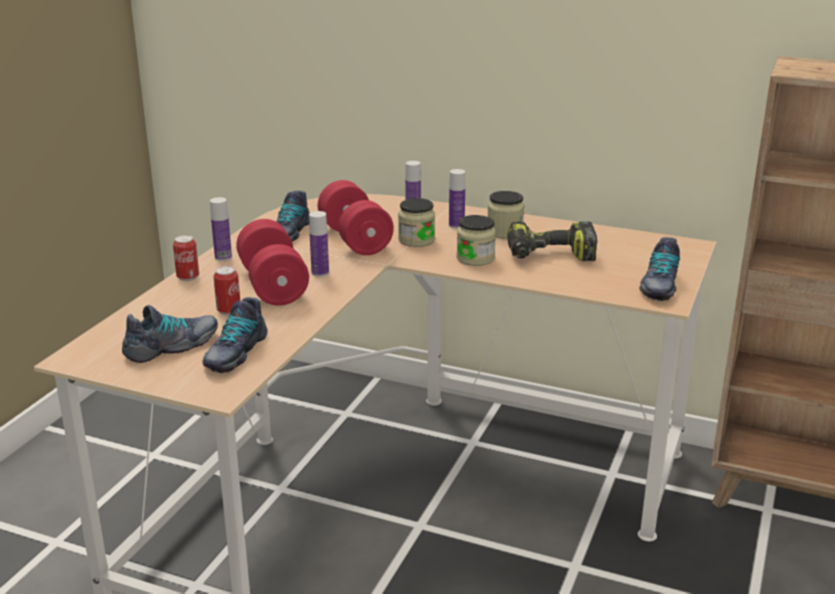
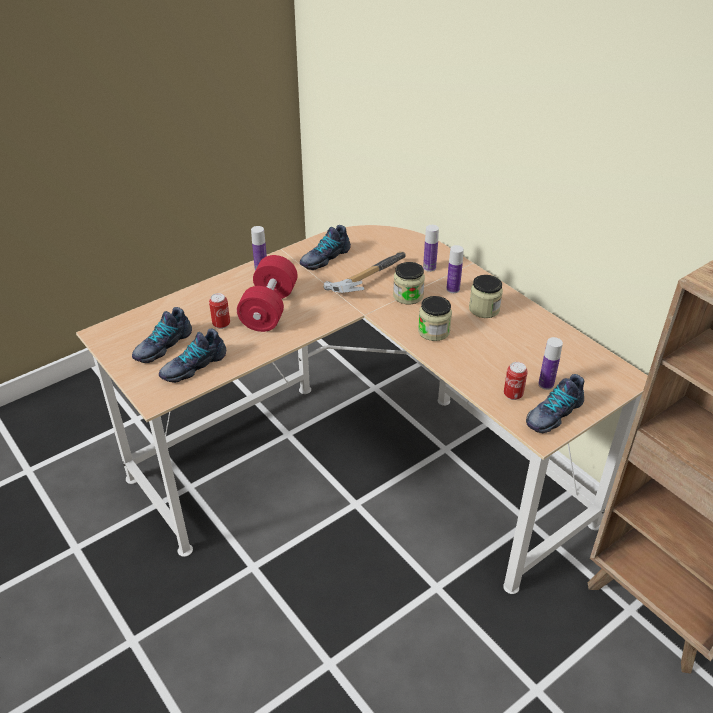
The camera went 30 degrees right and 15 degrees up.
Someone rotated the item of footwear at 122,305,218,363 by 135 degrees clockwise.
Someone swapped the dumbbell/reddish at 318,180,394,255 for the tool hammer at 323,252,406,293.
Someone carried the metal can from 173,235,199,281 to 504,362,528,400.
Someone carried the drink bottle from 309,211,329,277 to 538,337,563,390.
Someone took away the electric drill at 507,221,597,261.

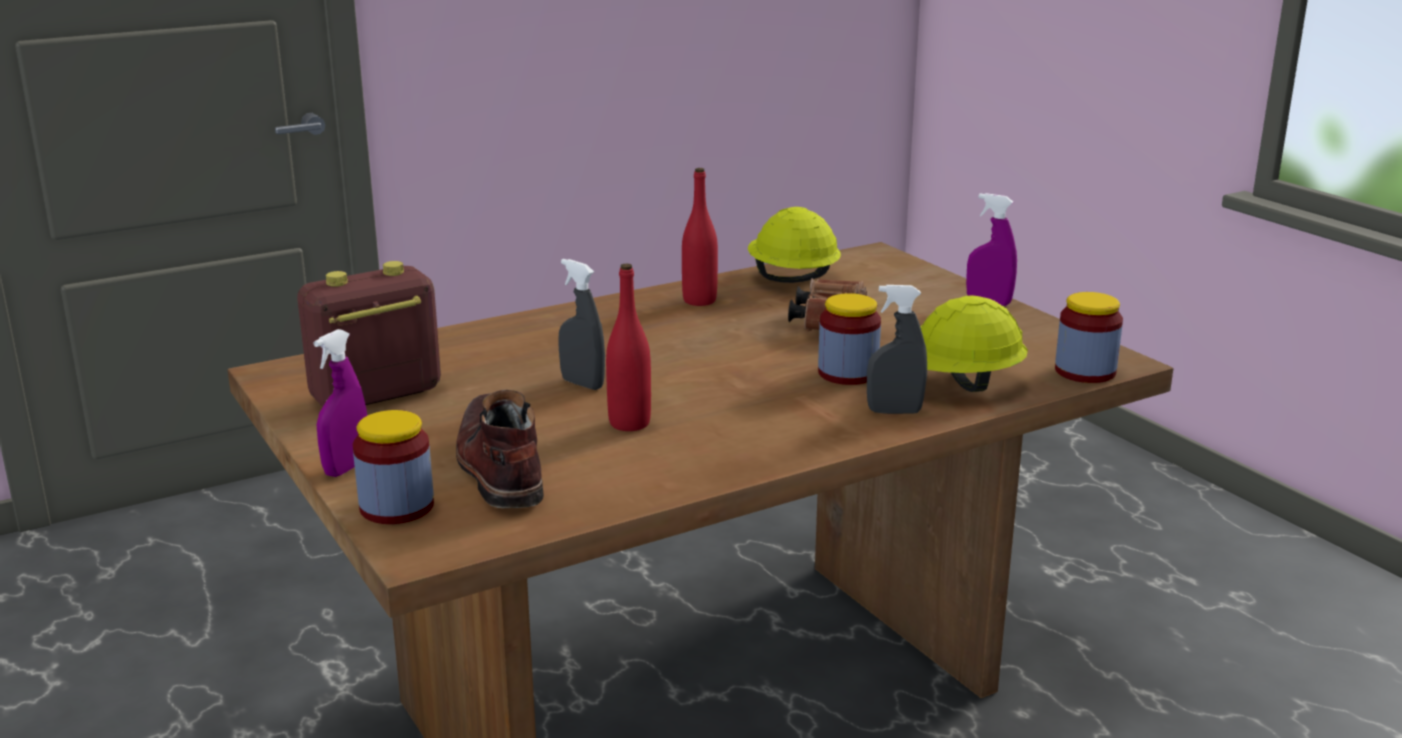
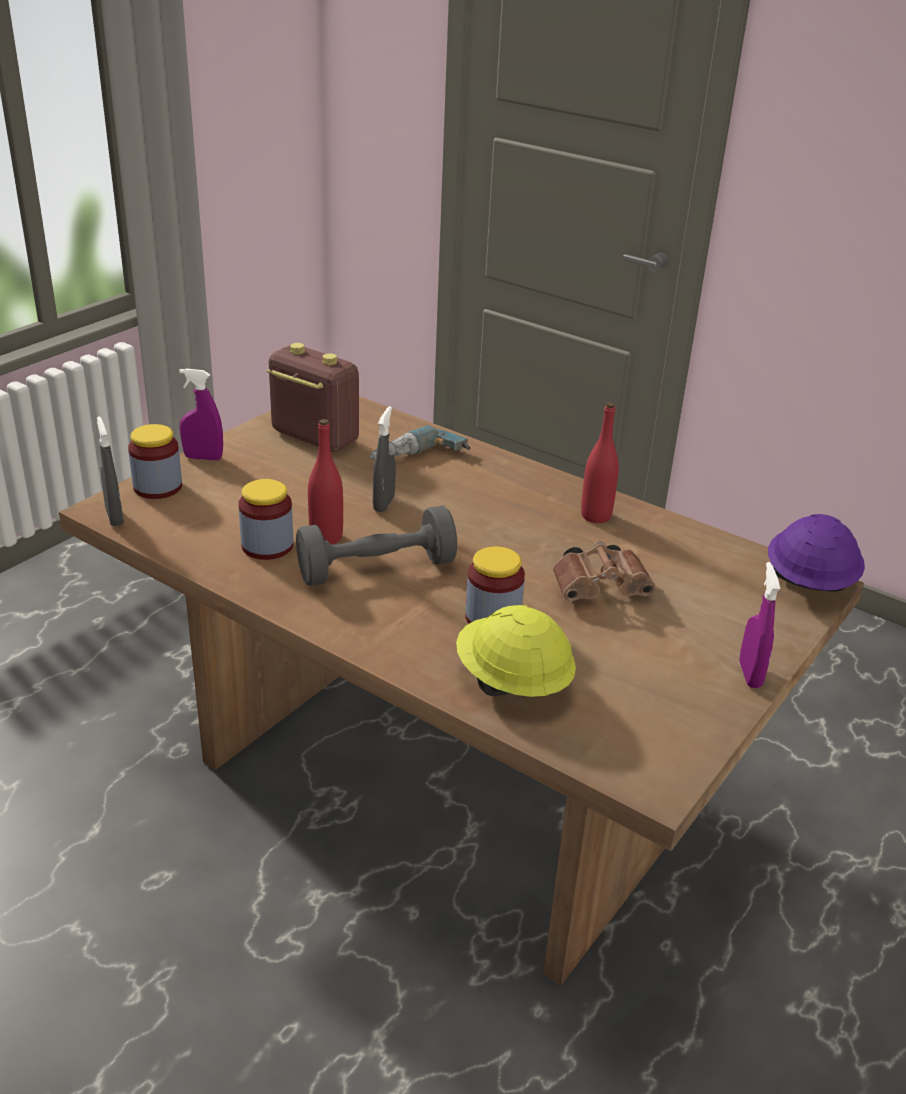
The camera went 65 degrees right and 10 degrees up.
Someone carried the sprayer/greyish from 867,285,927,414 to 97,416,124,527.
Someone carried the preserve jar from 1055,292,1123,383 to 239,479,293,560.
Someone put down the dumbbell/greyish at 296,506,457,586.
Someone put down the electric drill at 369,425,471,460.
Someone put down the hard hat/purple-coloured at 768,514,865,592.
Someone took away the tall boot/brown-coloured at 456,390,544,508.
Someone took away the hard hat/yellowish at 748,207,841,283.

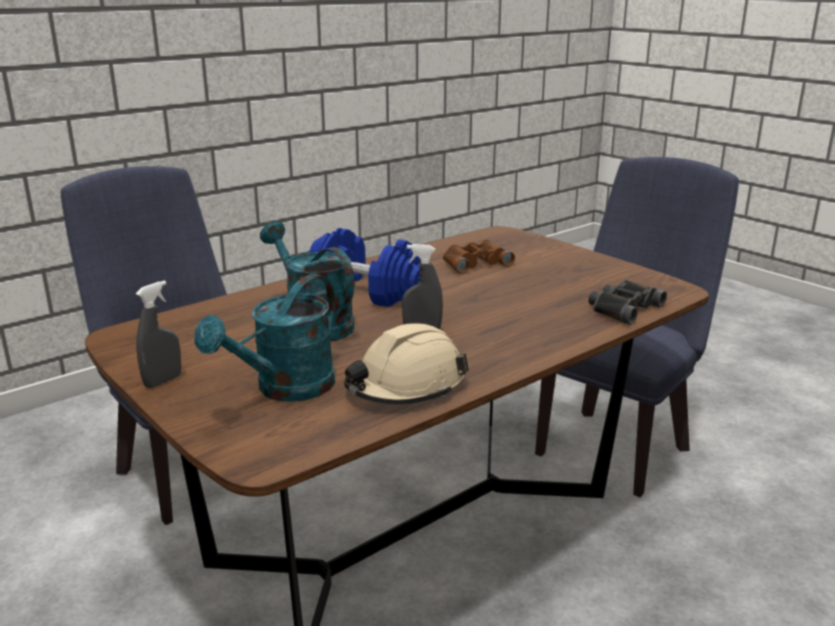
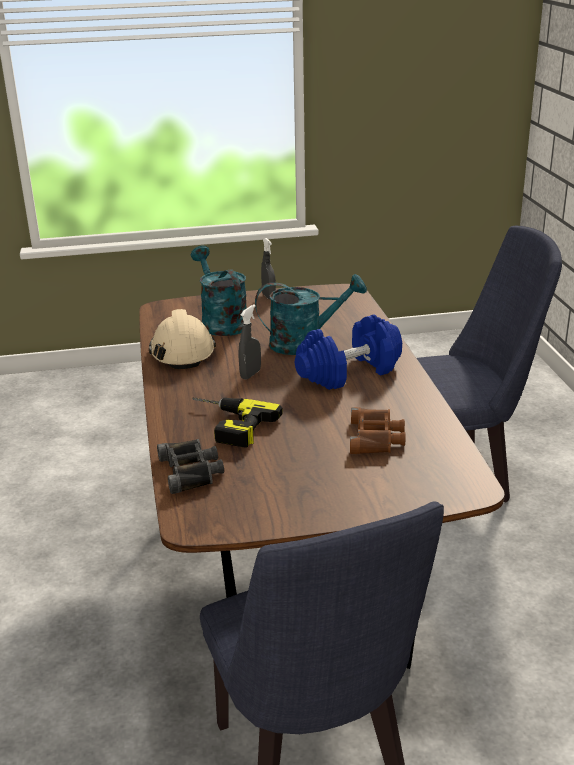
The camera went 120 degrees right and 5 degrees up.
Someone put down the electric drill at 192,397,283,448.

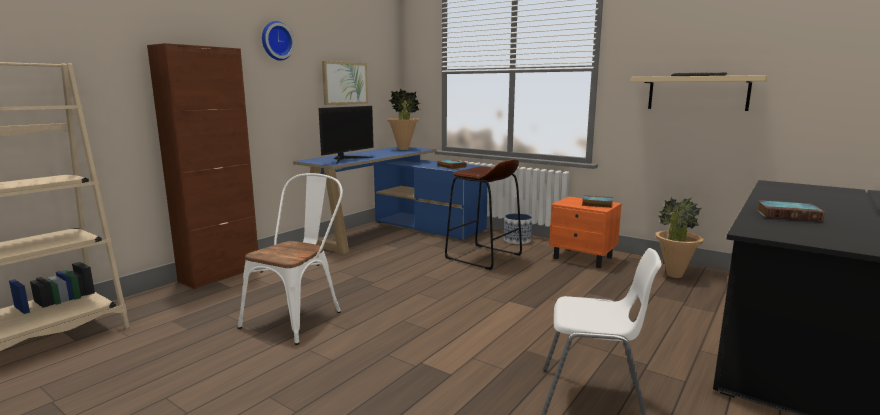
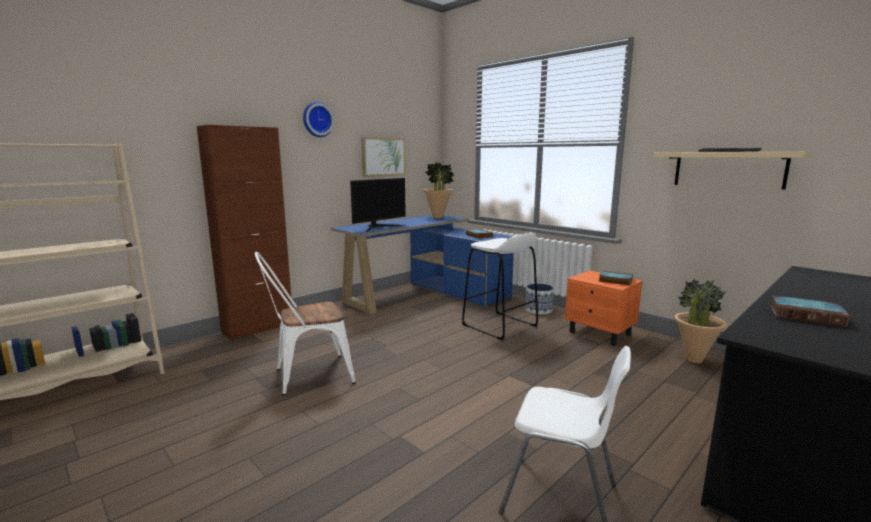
The camera went 10 degrees right and 0 degrees up.
Someone rotated the plain chair/white at 238,173,343,345 by 150 degrees counterclockwise.
Someone repainted the stool/brown-coloured at 445,159,522,270, which became the stool/white at 462,233,538,340.

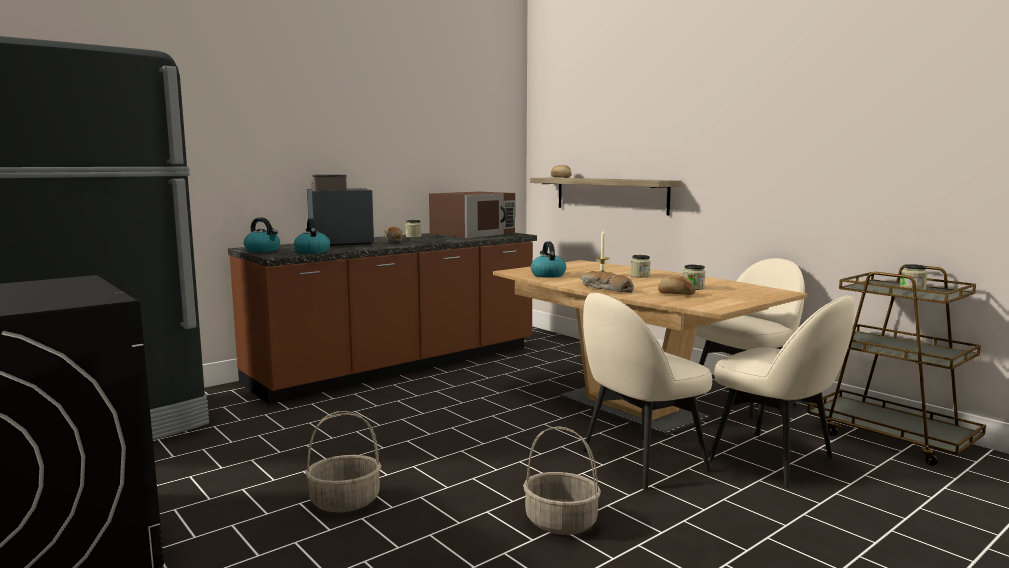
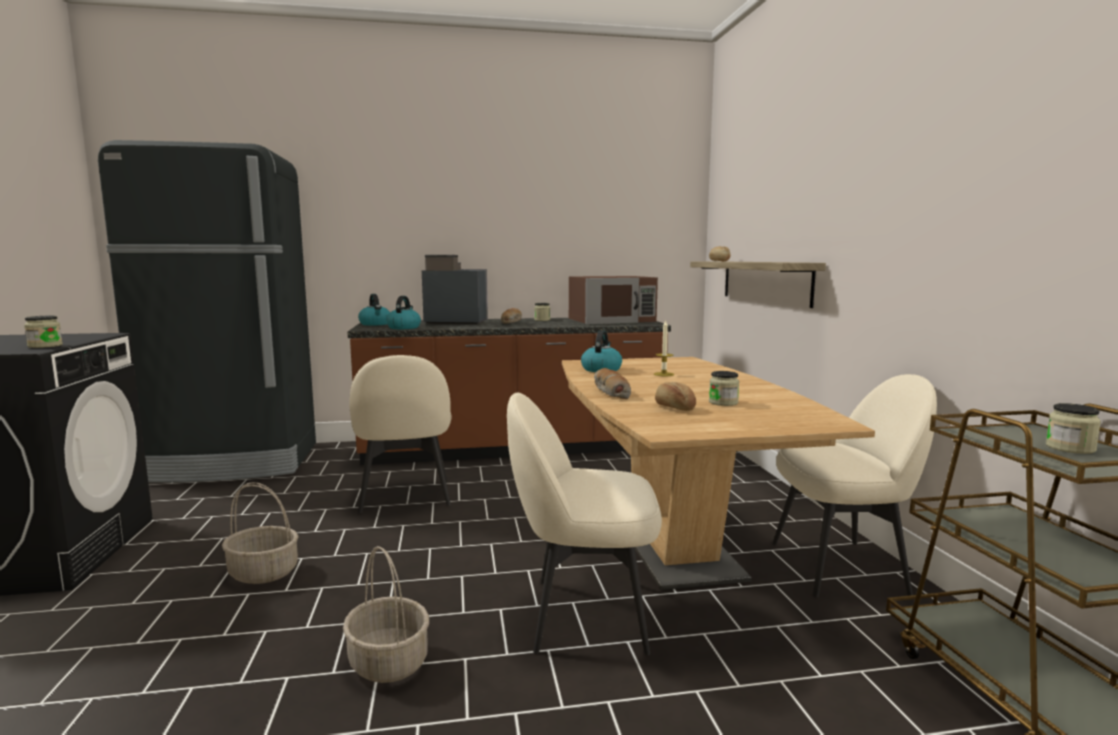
The camera went 30 degrees right and 0 degrees up.
Someone carried the preserve jar from 631,255,651,278 to 24,316,63,348.
Someone carried the plain chair/sand-coloured from 709,295,855,488 to 349,355,452,513.

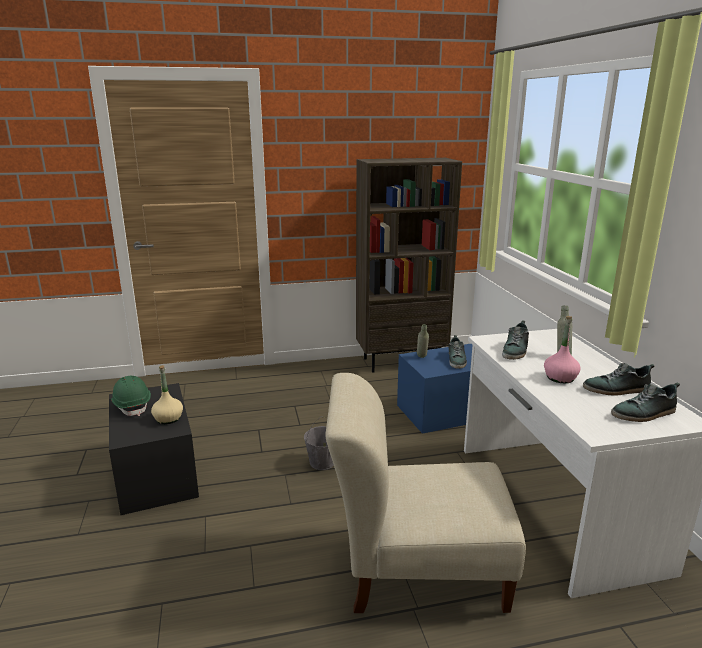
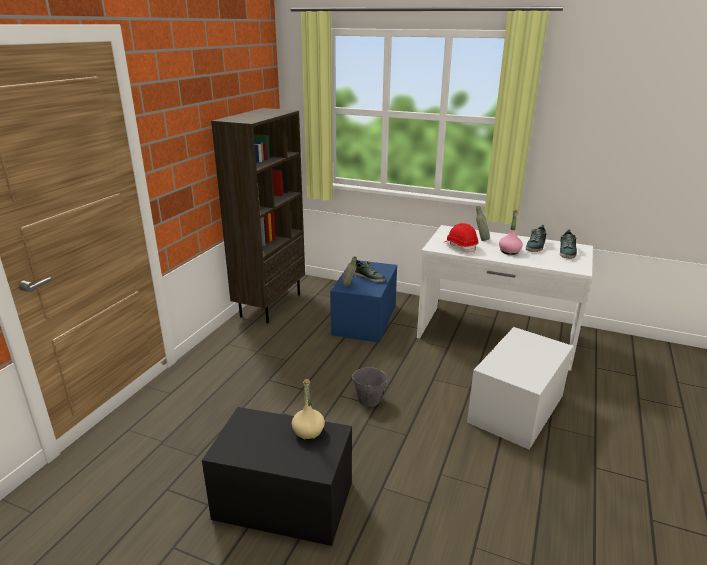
The camera went 55 degrees left and 5 degrees up.
Someone swapped the item of footwear at 502,320,529,360 for the hard hat/reddish at 445,223,479,253.
Someone swapped the plain chair/sand-coloured at 325,373,526,613 for the storage box/white at 467,327,573,449.
Someone took away the hard hat/green at 111,376,151,416.

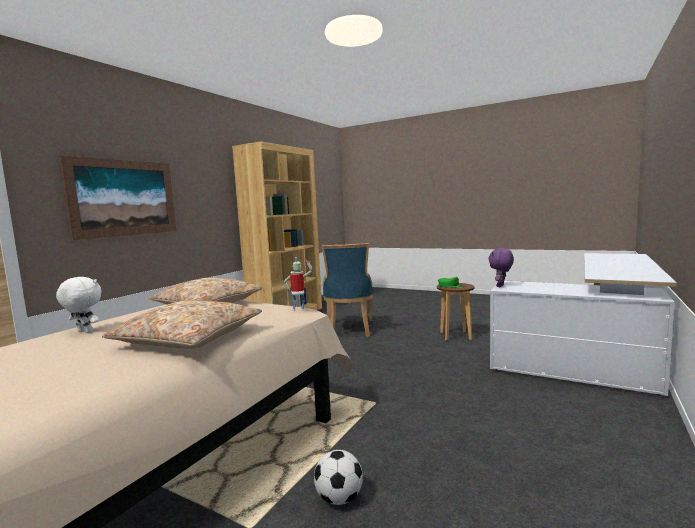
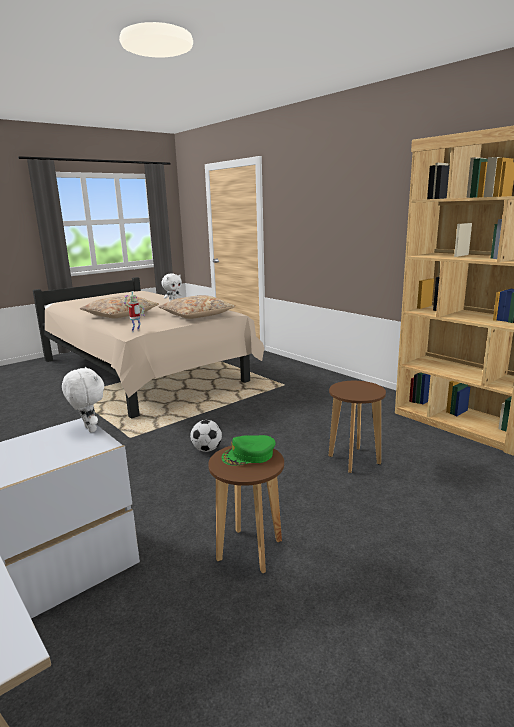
The camera went 110 degrees right and 10 degrees up.
Someone repainted the soft toy/purple-coloured at 488,248,514,287, which became the soft toy/white at 62,367,104,433.
Someone carried the football from 314,450,363,505 to 190,420,222,452.
Someone swapped the plain chair/bluish at 322,243,373,337 for the stool/brown-coloured at 329,381,386,473.
Someone took away the wall picture at 60,156,176,240.

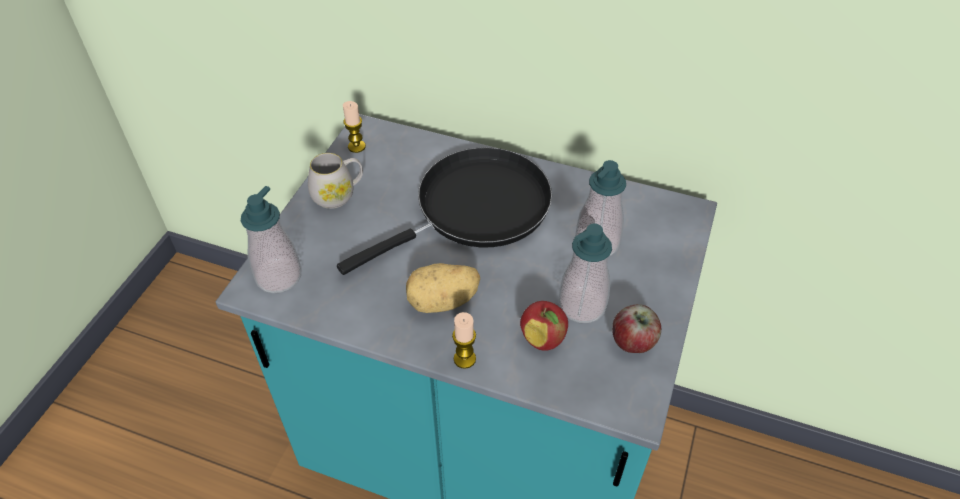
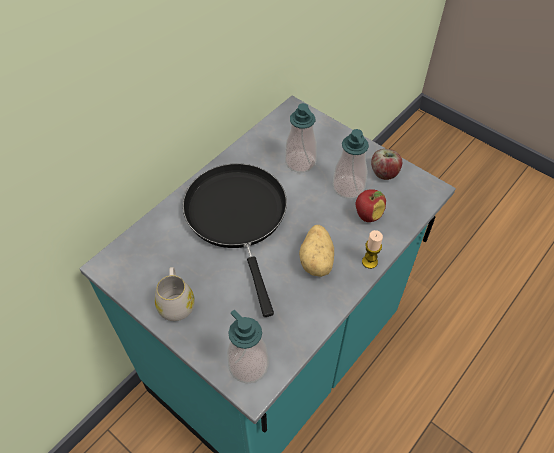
The camera went 70 degrees left and 5 degrees up.
Someone took away the candle at 343,101,366,153.

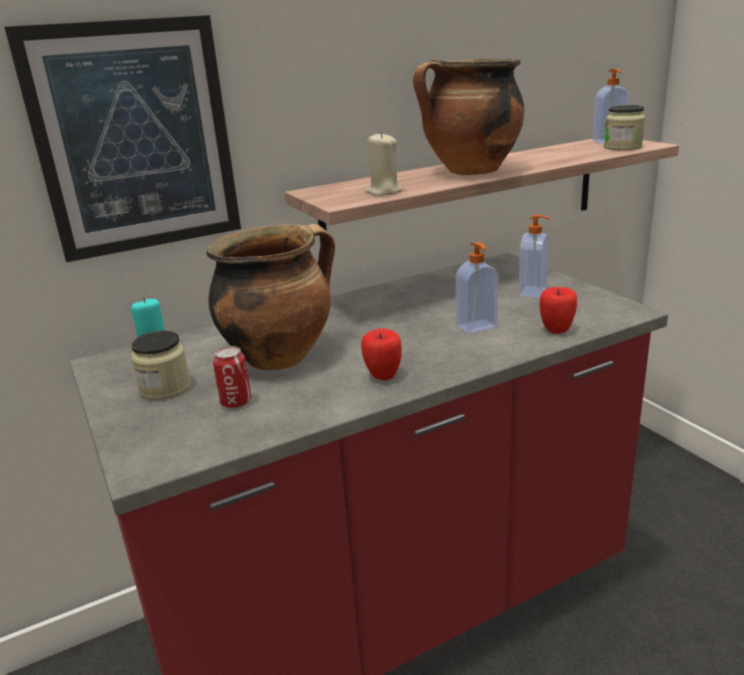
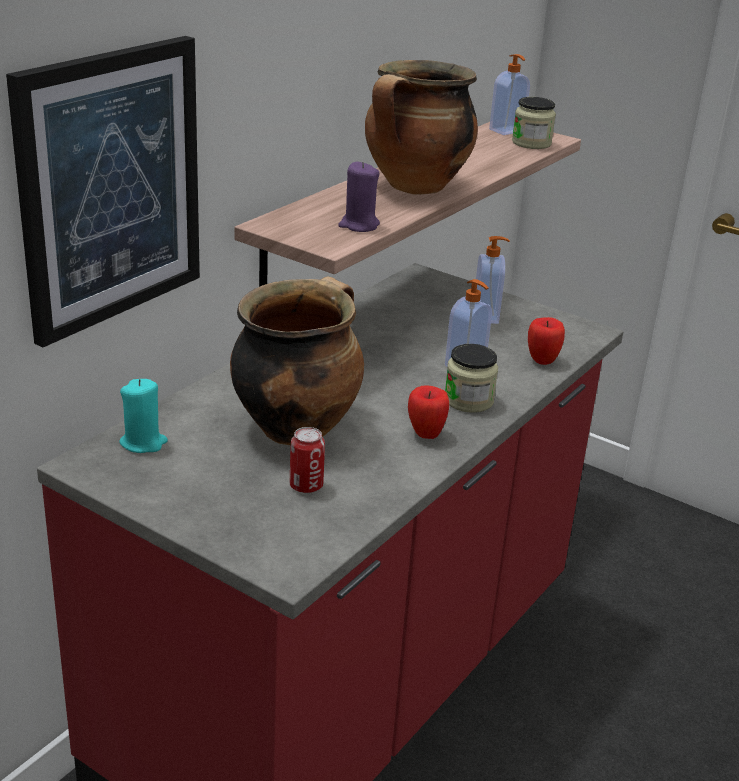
The camera went 30 degrees left and 5 degrees up.
Someone repainted the candle/sand-coloured at 365,132,402,196, which became the candle/purple-coloured at 338,162,380,232.
Someone carried the preserve jar from 131,331,191,400 to 445,344,498,413.

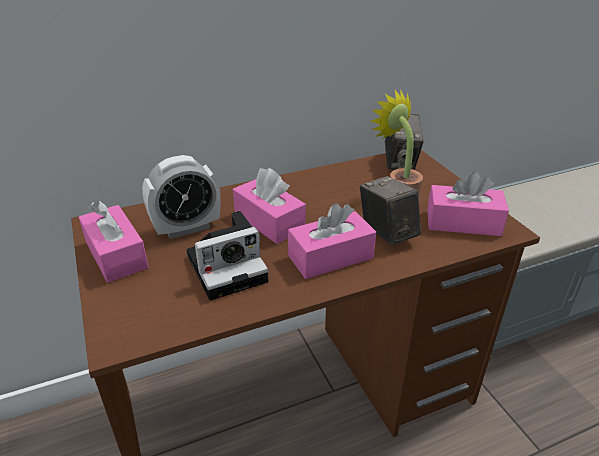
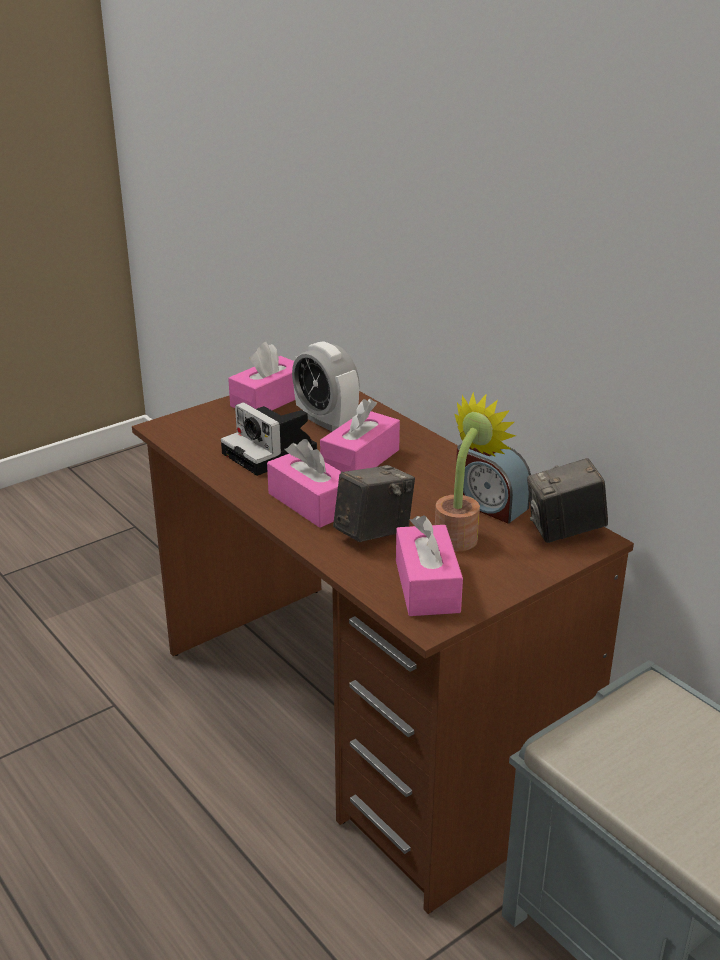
The camera went 75 degrees right and 5 degrees down.
Someone put down the alarm clock at 456,443,531,524.

